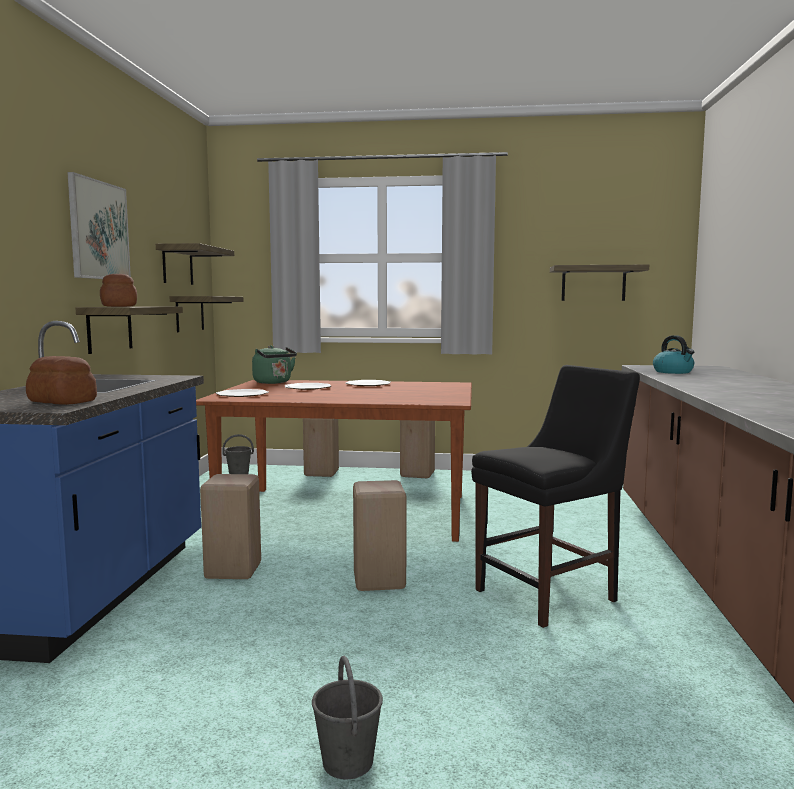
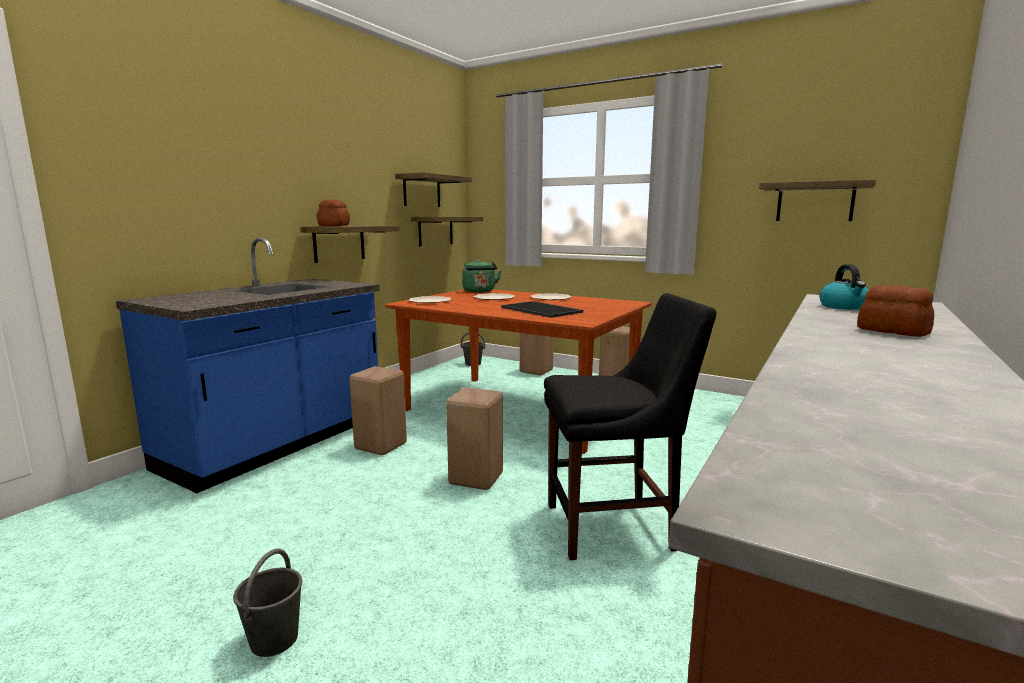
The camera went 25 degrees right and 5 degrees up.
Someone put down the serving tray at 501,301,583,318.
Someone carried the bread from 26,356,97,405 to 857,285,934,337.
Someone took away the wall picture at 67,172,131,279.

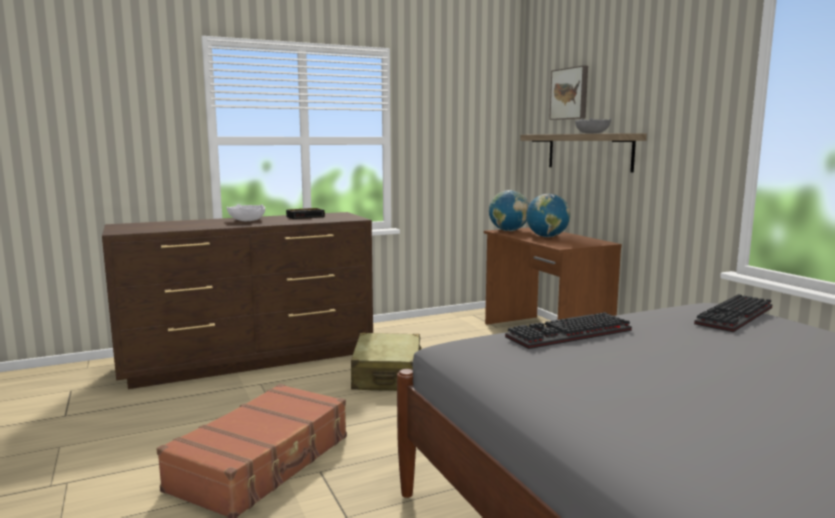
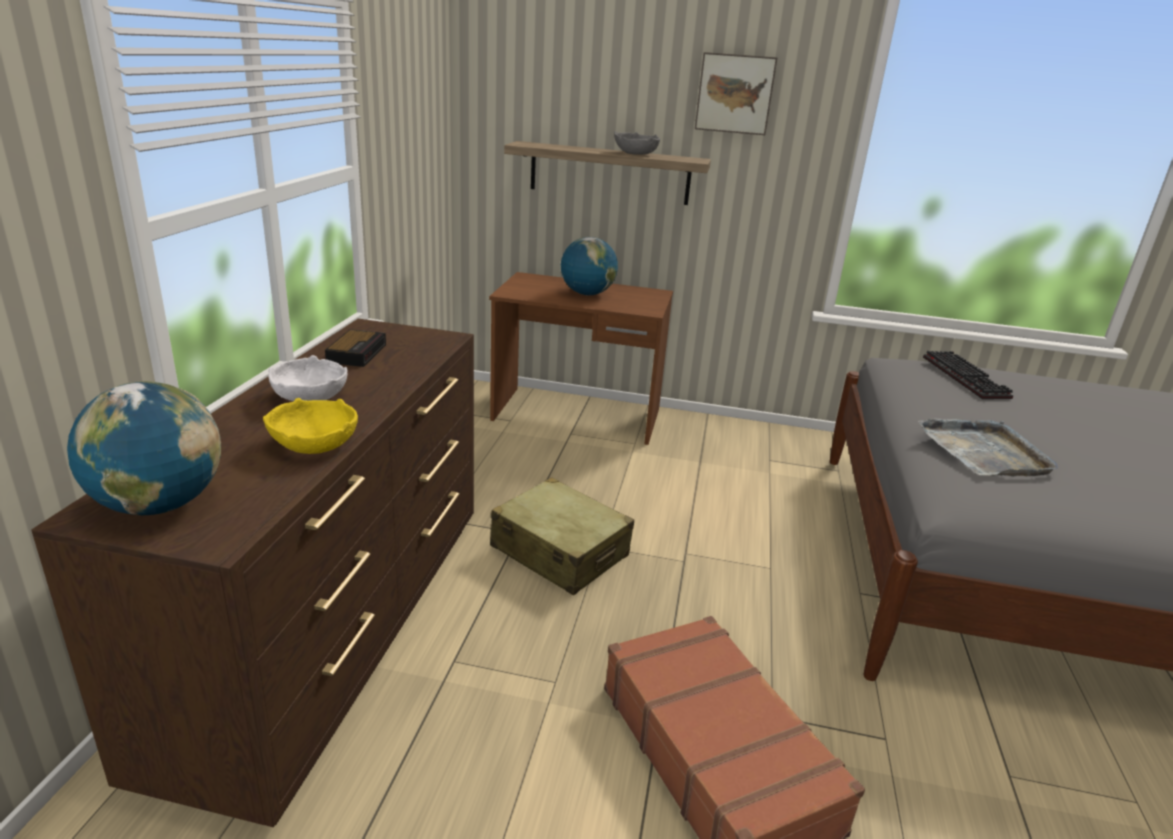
The camera went 55 degrees left and 15 degrees up.
Someone carried the world globe from 489,190,529,231 to 67,381,221,515.
Someone put down the serving bowl/yellowish at 263,398,358,454.
Someone carried the wall picture from 549,65,588,120 to 695,52,777,135.
Someone swapped the PC keyboard at 505,312,632,349 for the serving tray/greyish at 918,418,1058,477.

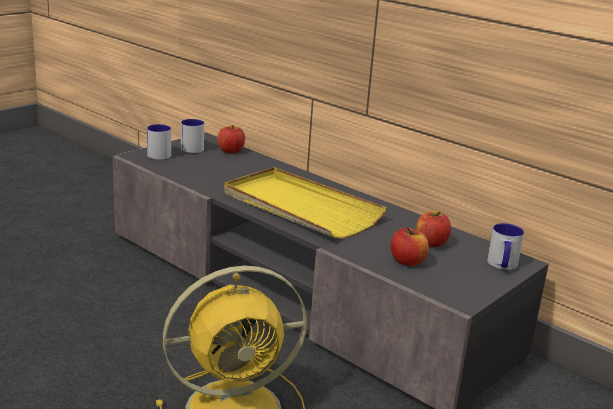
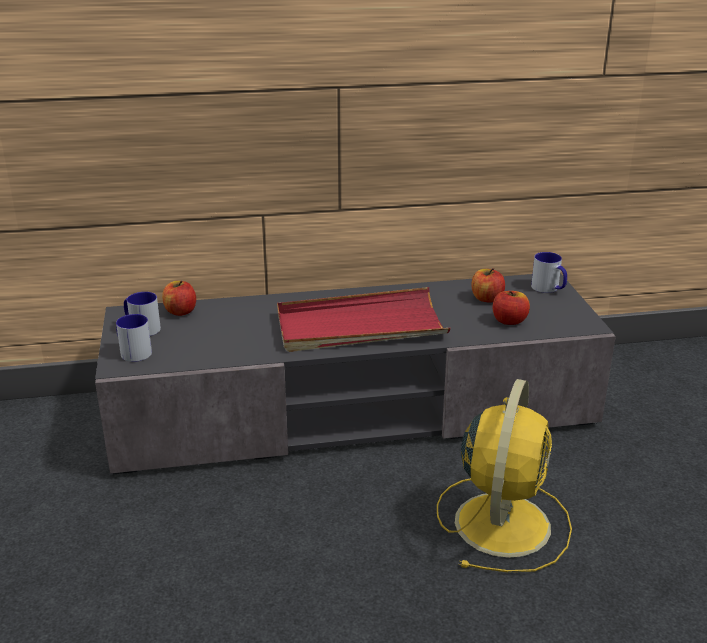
The camera went 50 degrees left and 5 degrees up.
Someone repainted the serving tray/yellowish at 224,167,387,239, which became the serving tray/reddish at 277,287,450,352.

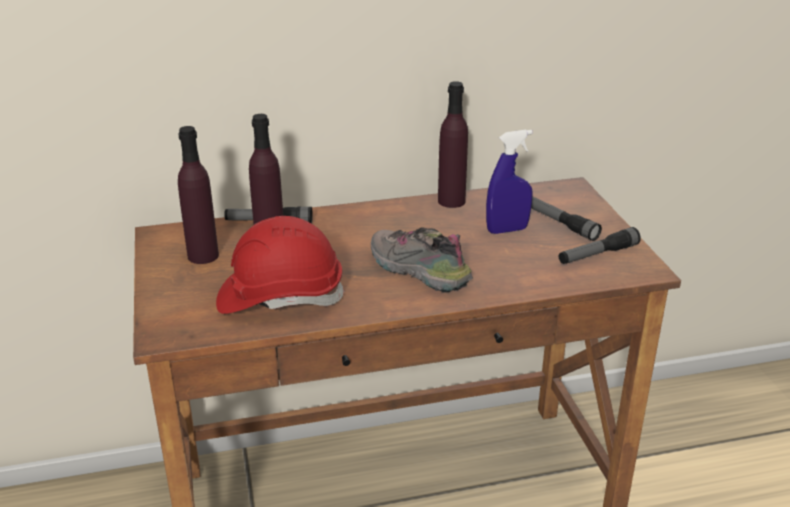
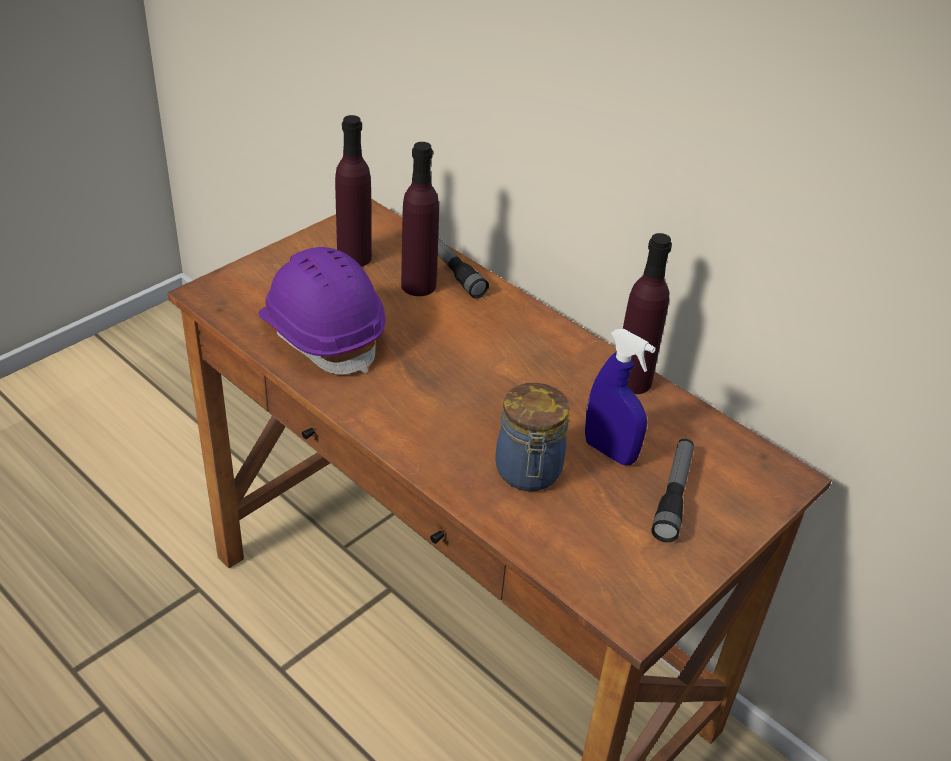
The camera went 55 degrees right and 10 degrees up.
Someone repainted the hard hat/reddish at 216,216,345,314, which became the hard hat/purple-coloured at 259,247,385,375.
Someone put down the preserve jar at 495,383,570,491.
Someone took away the item of footwear at 371,227,473,293.
Someone took away the flashlight at 559,227,641,264.

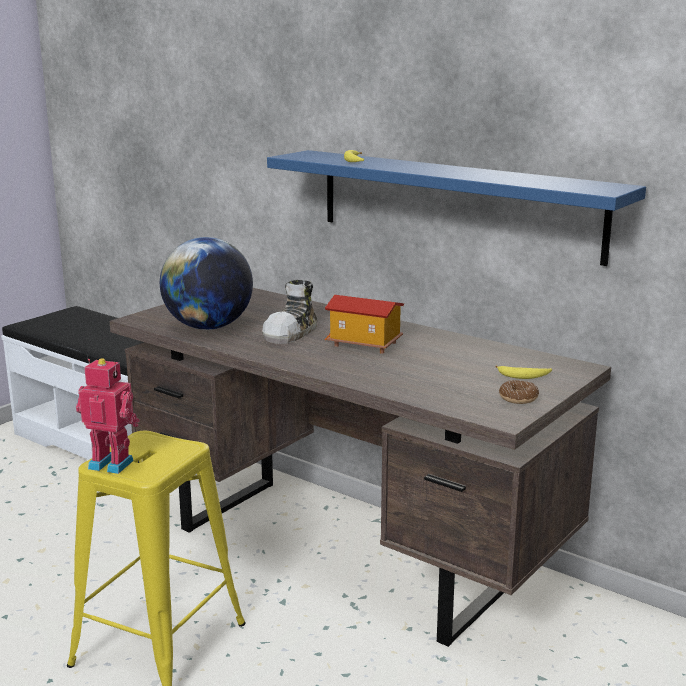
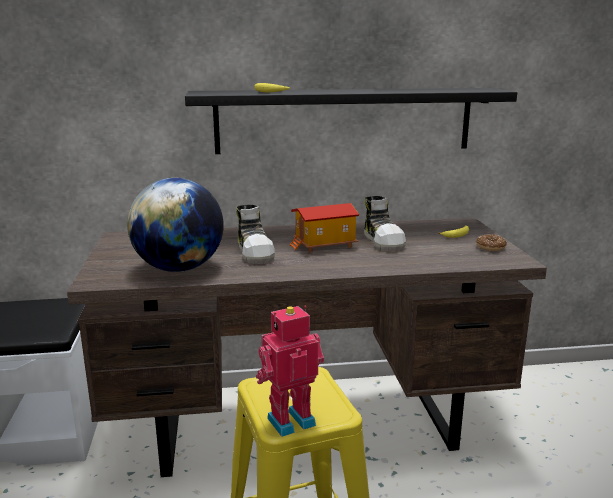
The camera went 45 degrees left and 0 degrees up.
Someone repainted the bracket shelf/bluish at 267,150,646,266, which became the bracket shelf/black-coloured at 185,88,517,154.
Someone put down the item of footwear at 364,196,406,252.

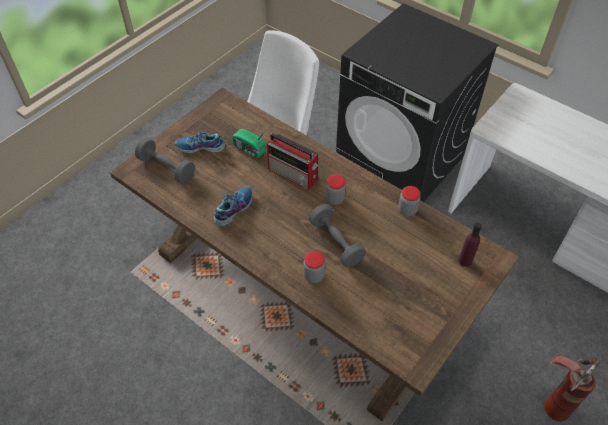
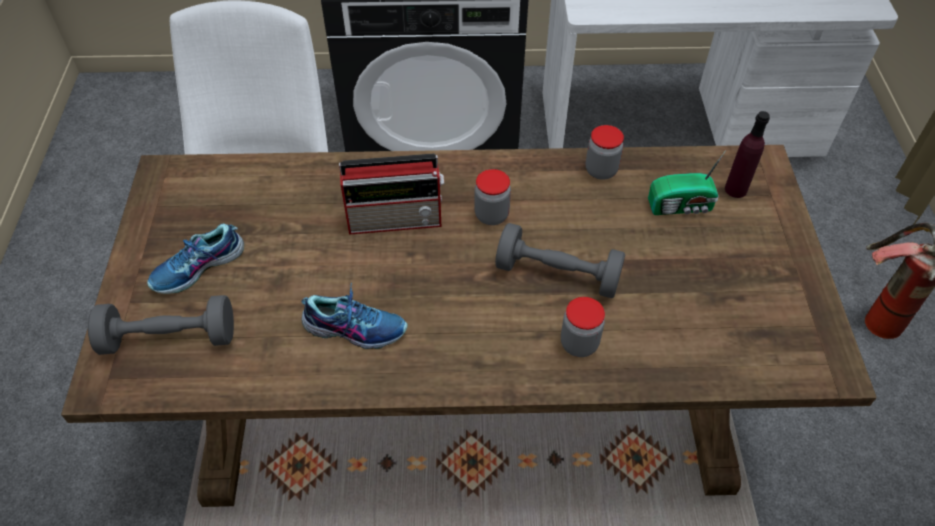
The camera went 40 degrees left and 0 degrees up.
Someone rotated the item of footwear at 214,186,253,227 by 105 degrees clockwise.
Someone carried the radio receiver from 232,129,267,158 to 648,150,726,215.

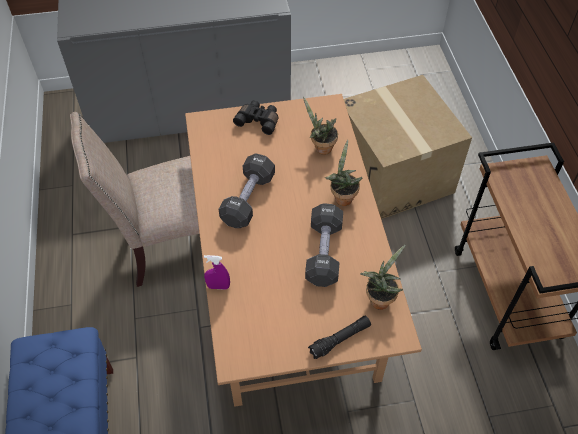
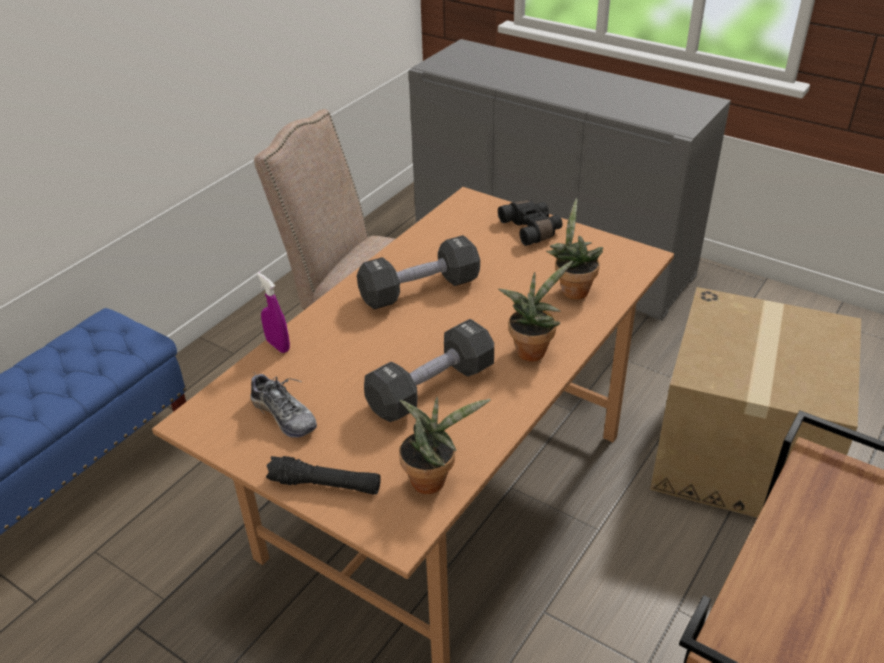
The camera went 45 degrees right and 15 degrees down.
Someone put down the item of footwear at 250,371,317,438.

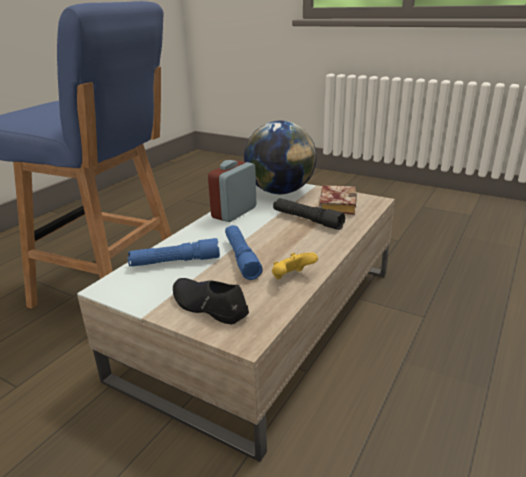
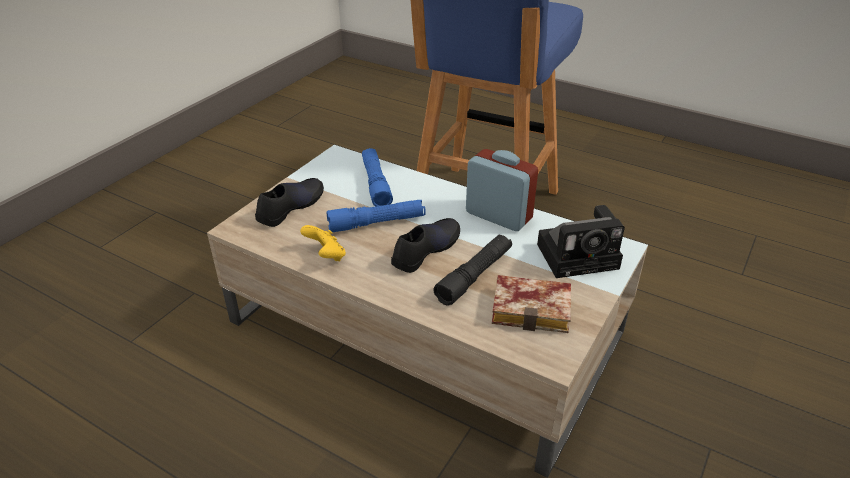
The camera went 90 degrees right and 10 degrees up.
Someone put down the item of footwear/black-coloured at 391,218,460,273.
Someone swapped the world globe at 244,121,317,194 for the photo camera at 537,205,625,278.

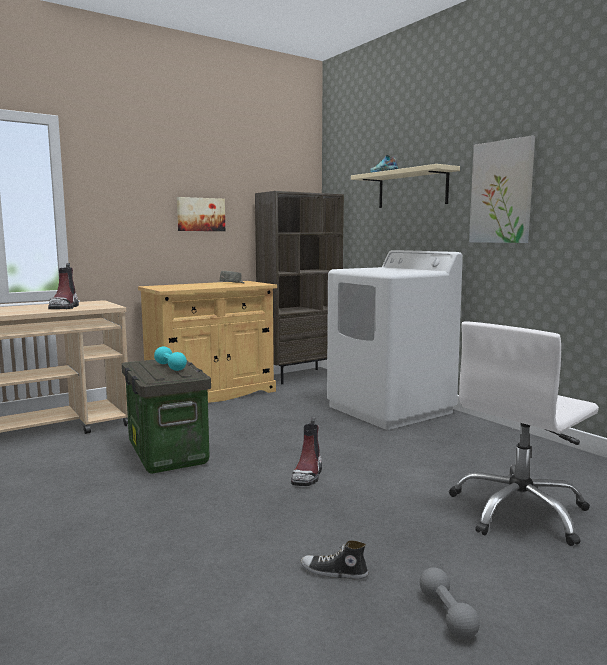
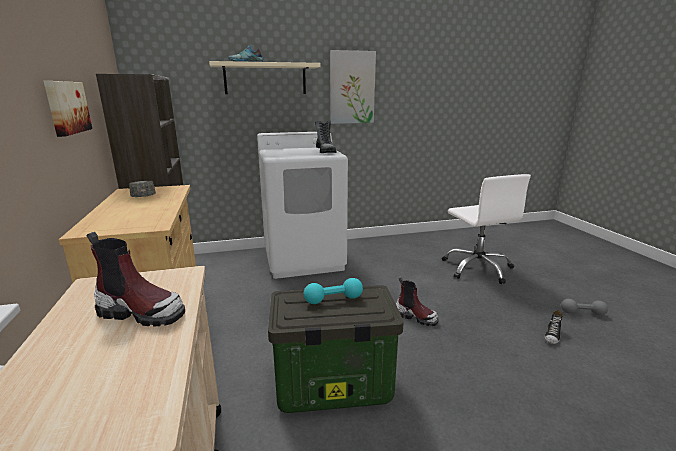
The camera went 70 degrees left and 10 degrees up.
Someone put down the tall boot at 315,121,336,153.

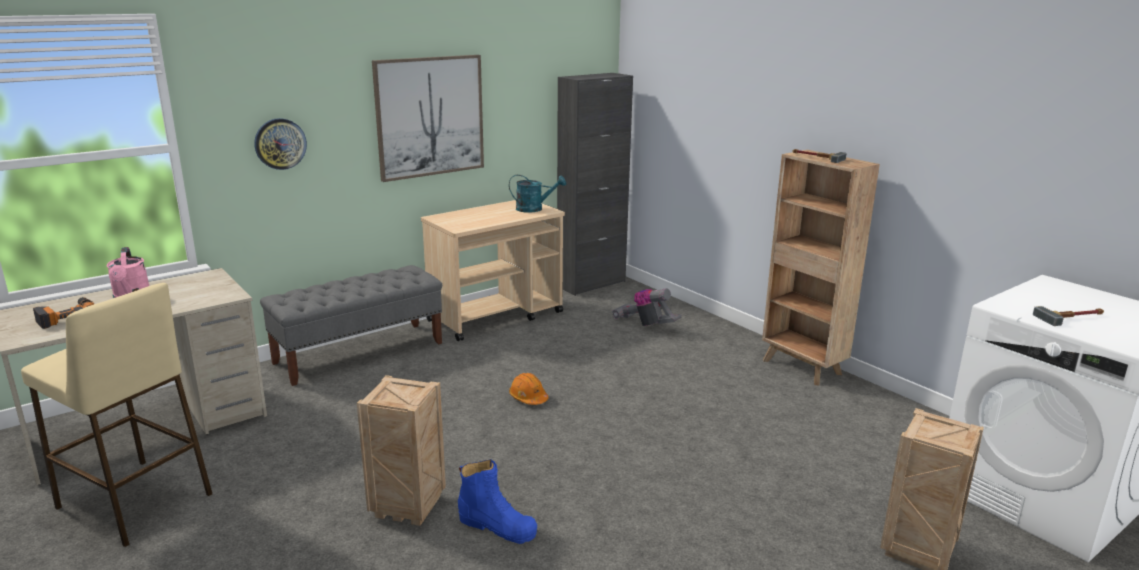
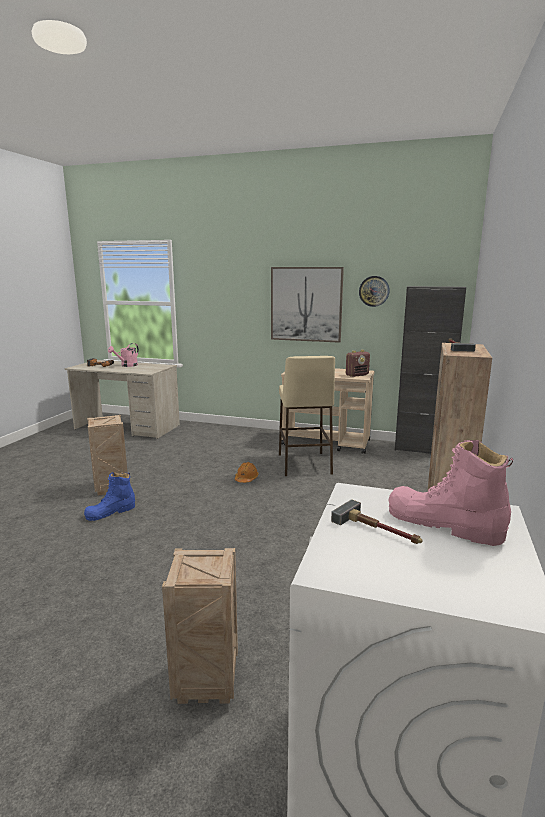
The camera went 55 degrees right and 5 degrees down.
Someone rotated the tall boot/bluish at 458,459,537,544 by 60 degrees clockwise.
Someone carried the stool/sand-coloured from 21,283,212,547 to 279,356,335,476.
Someone swapped the watering pot/turquoise-coloured at 509,175,566,213 for the radio receiver at 346,350,370,377.
Someone carried the hanging clock from 254,118,307,170 to 359,276,390,307.
Someone put down the tall boot/pink-coloured at 389,440,513,546.
Someone took away the bench/greyish at 260,265,442,386.
Someone took away the vacuum at 612,288,682,326.

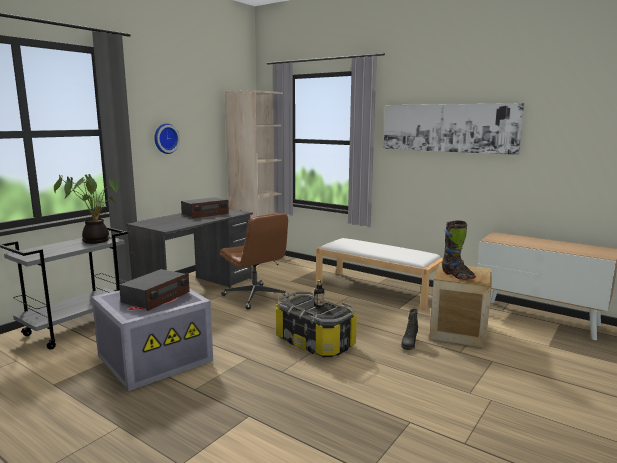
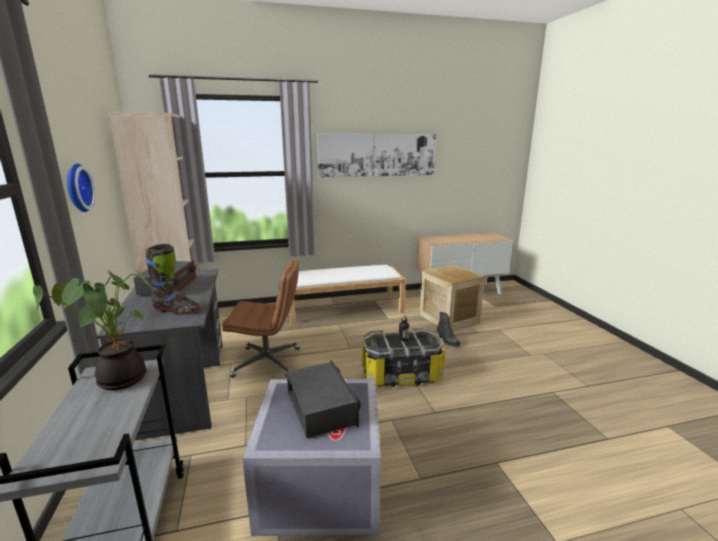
The camera went 50 degrees left and 5 degrees up.
Someone carried the tall boot/black-coloured from 442,220,476,280 to 145,244,200,315.

